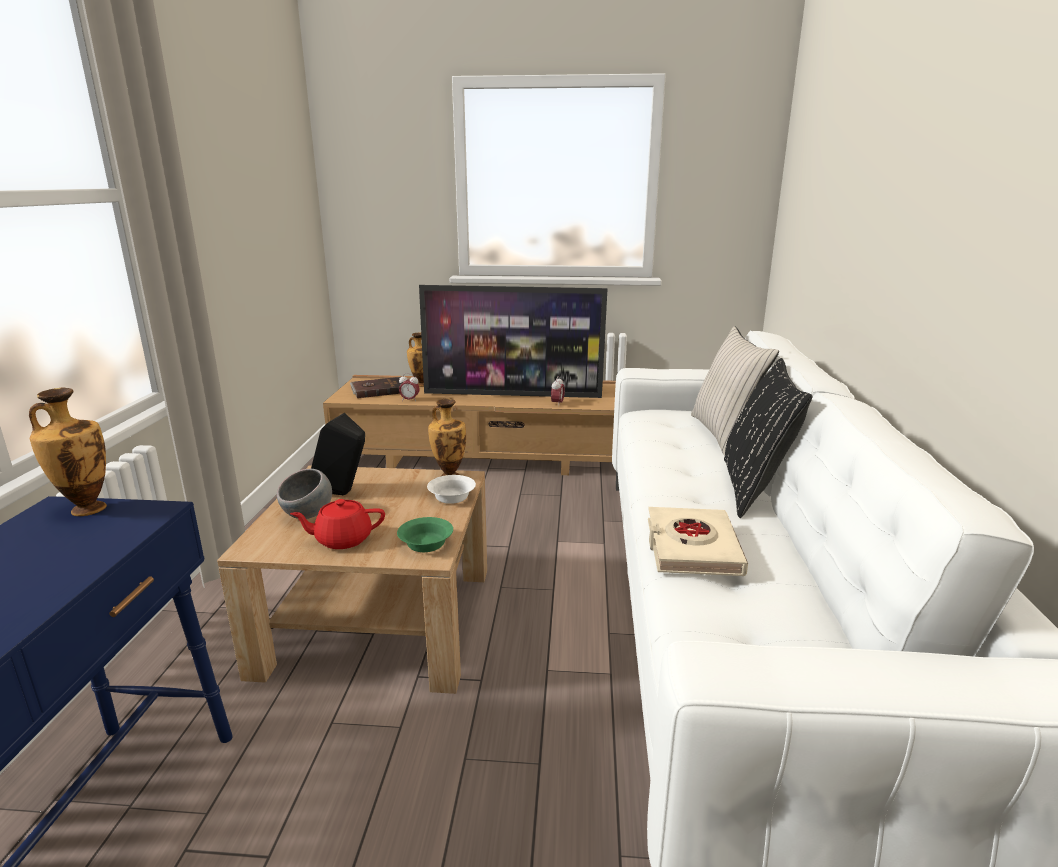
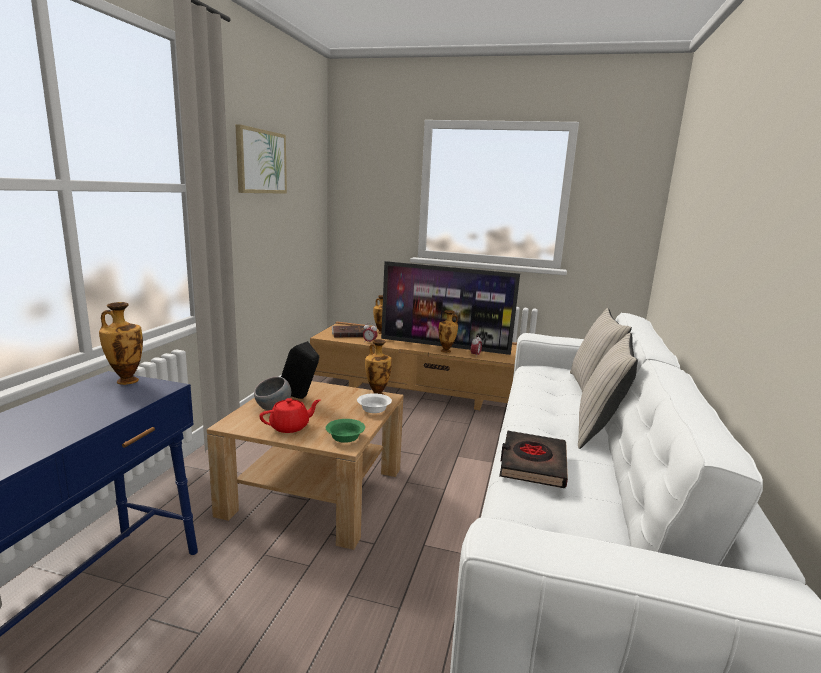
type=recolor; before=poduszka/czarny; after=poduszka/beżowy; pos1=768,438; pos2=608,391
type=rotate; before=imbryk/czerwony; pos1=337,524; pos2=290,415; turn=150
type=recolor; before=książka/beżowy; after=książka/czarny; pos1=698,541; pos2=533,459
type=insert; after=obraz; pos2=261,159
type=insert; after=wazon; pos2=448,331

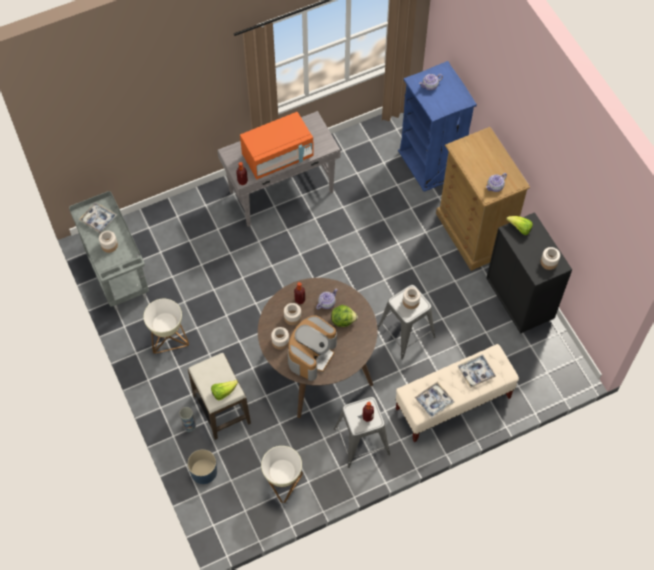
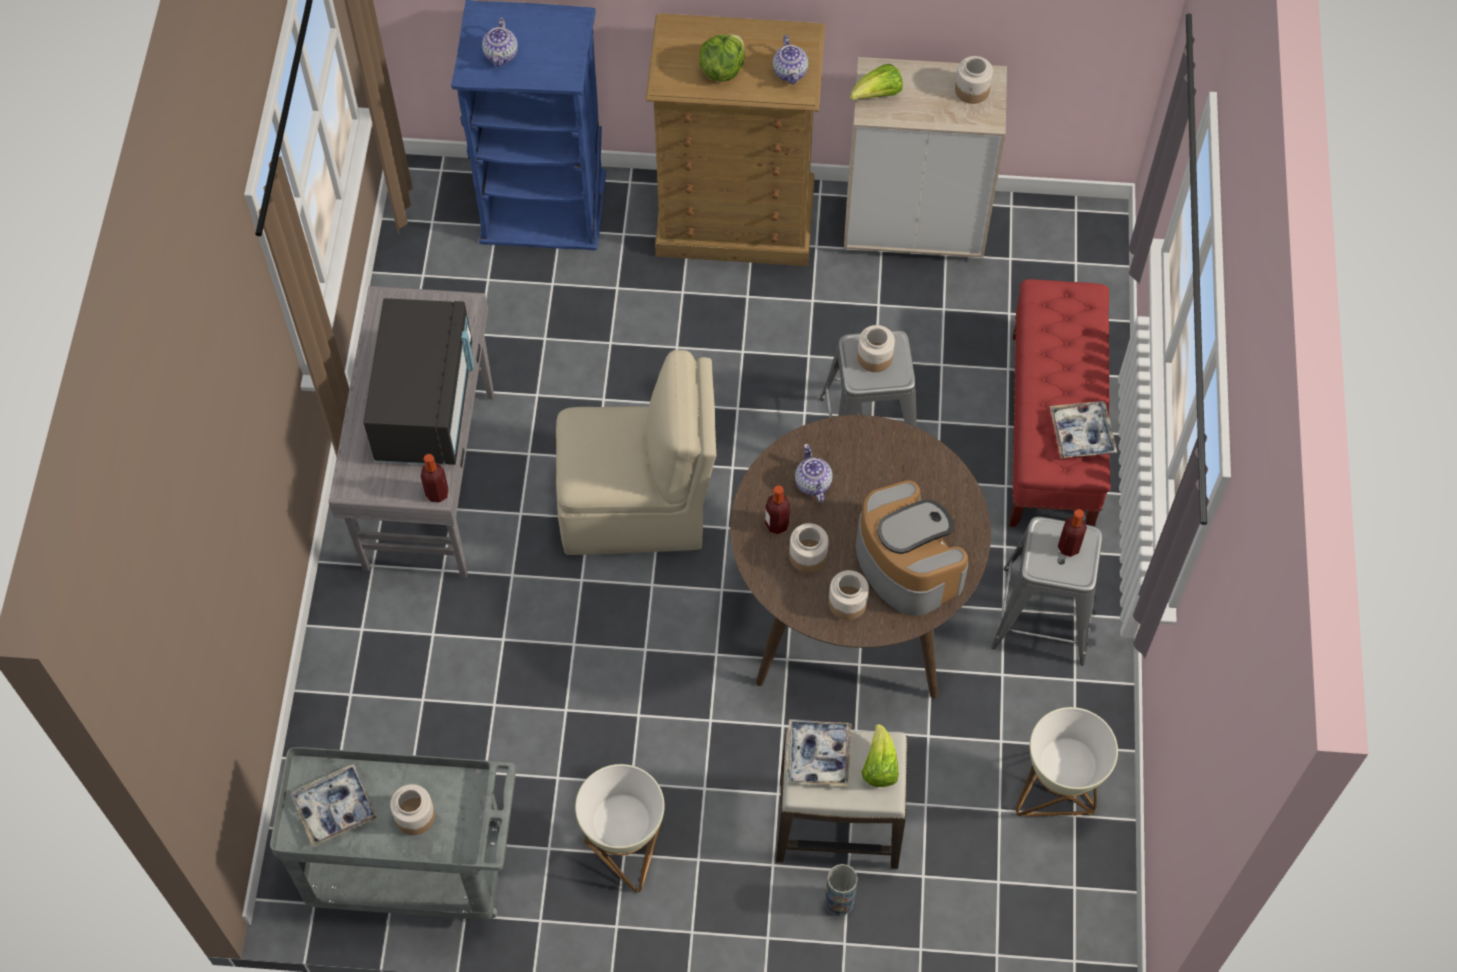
type=recolor; before=mikrofalówka/pomarańczowy; after=mikrofalówka/czarny; pos1=277,145; pos2=418,381
type=recolor; before=szafka/czarny; after=szafka/beżowy; pos1=529,273; pos2=925,157
type=move; before=sałata; pos1=344,316; pos2=722,58
type=recolor; before=ławka/beżowy; after=ławka/czerwony; pos1=457,393; pos2=1060,403
type=move; before=taca; pos1=477,371; pos2=818,752
type=delete; before=donica/niebieski; pos1=202,466
type=insert; after=krzesło/beżowy; pos2=636,452

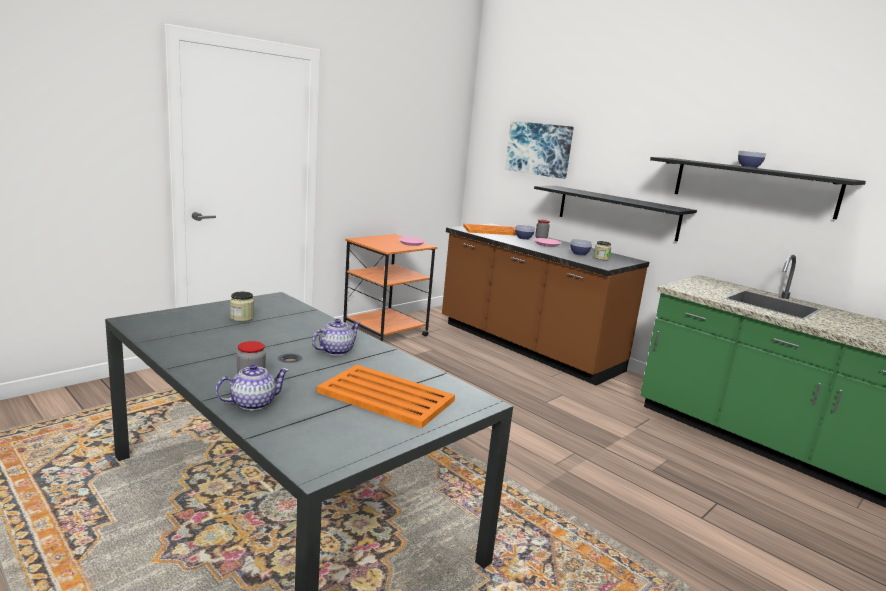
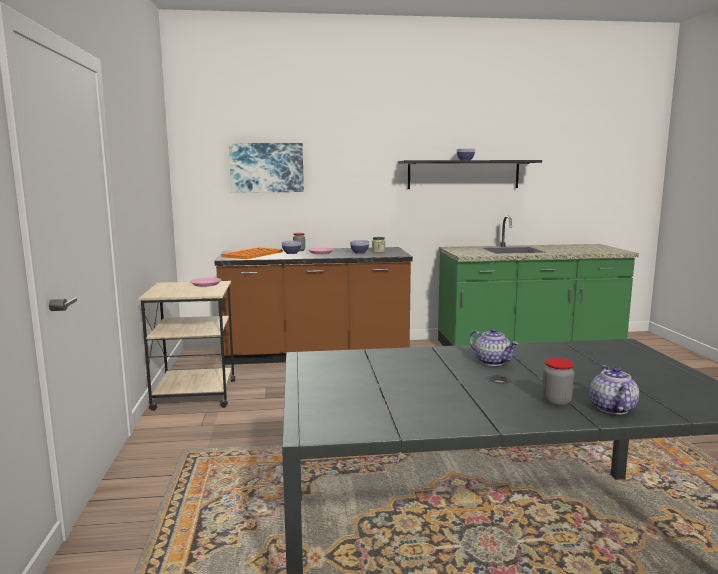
type=delete; before=półka/czarny; pos1=615,214
type=recolor; before=wózek/pomarańczowy; after=wózek/beżowy; pos1=390,287; pos2=186,346
type=delete; before=słoik; pos1=242,306
type=rotate; before=imbryk; pos1=336,337; pos2=494,347; turn=150
type=delete; before=taca/pomarańczowy; pos1=386,396

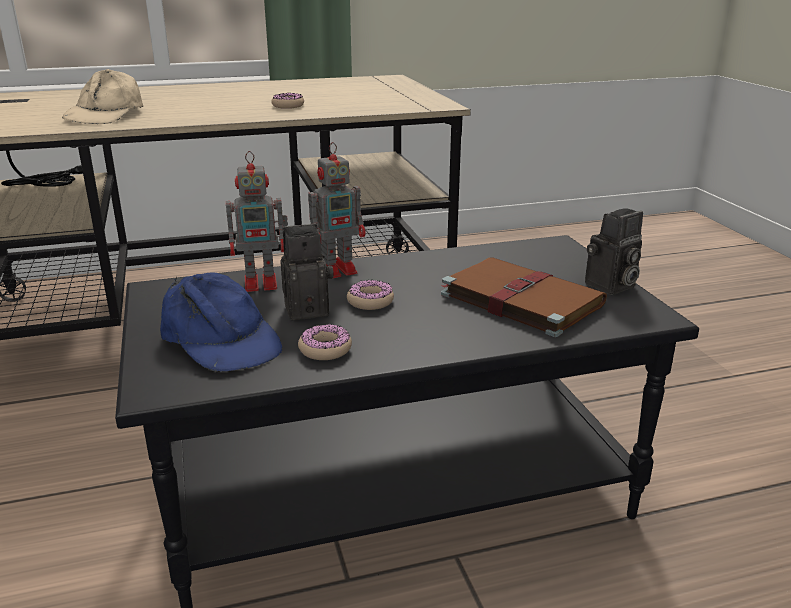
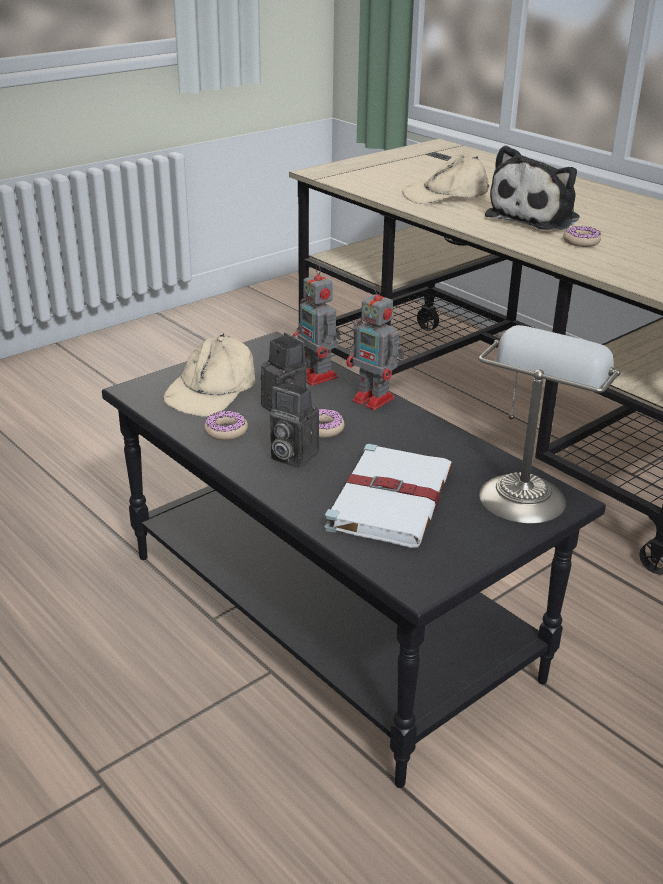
type=move; before=aparat fotograficzny; pos1=614,251; pos2=294,425
type=recolor; before=książka/brązowy; after=książka/biały; pos1=524,297; pos2=388,496
type=recolor; before=czapka z daszkiem/niebieski; after=czapka z daszkiem/beżowy; pos1=221,321; pos2=209,375
type=insert; after=pluszak; pos2=532,187
type=insert; after=lampa stołowa/biały; pos2=550,424

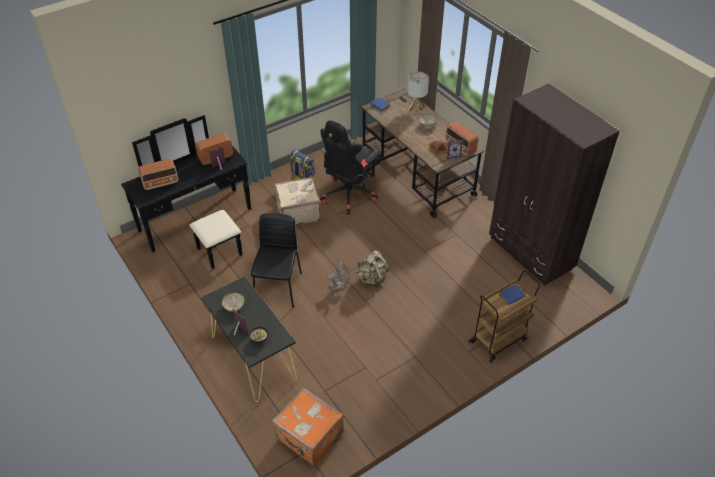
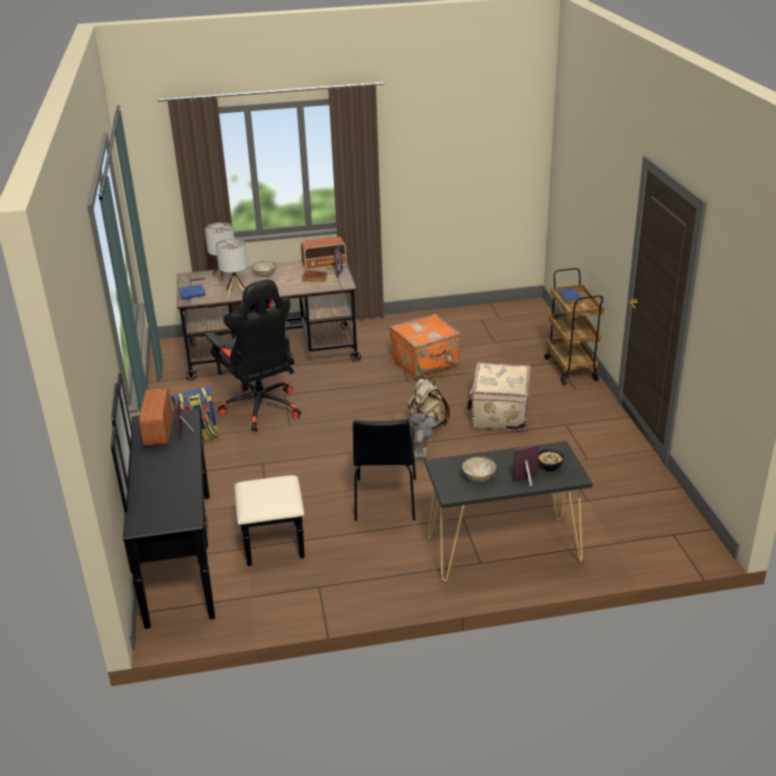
type=delete; before=szafa/brązowy; pos1=554,185
type=delete; before=radio; pos1=158,174
type=move; before=walizka/beżowy; pos1=297,201; pos2=499,396
type=rotate; before=krzesło/czarny; pos1=276,260; pos2=384,470; turn=-120
type=move; before=walizka/pomarańczowy; pos1=308,427; pos2=425,346
type=insert; after=lampa stołowa; pos2=232,267

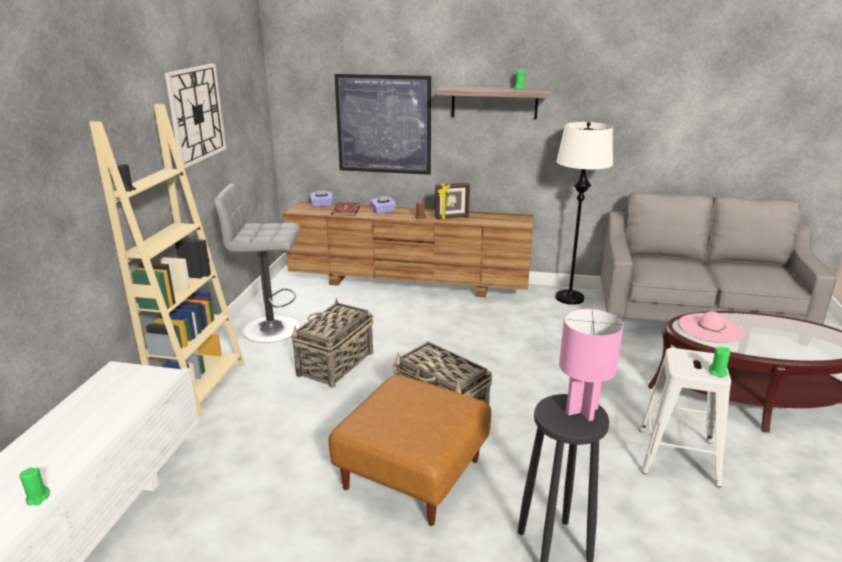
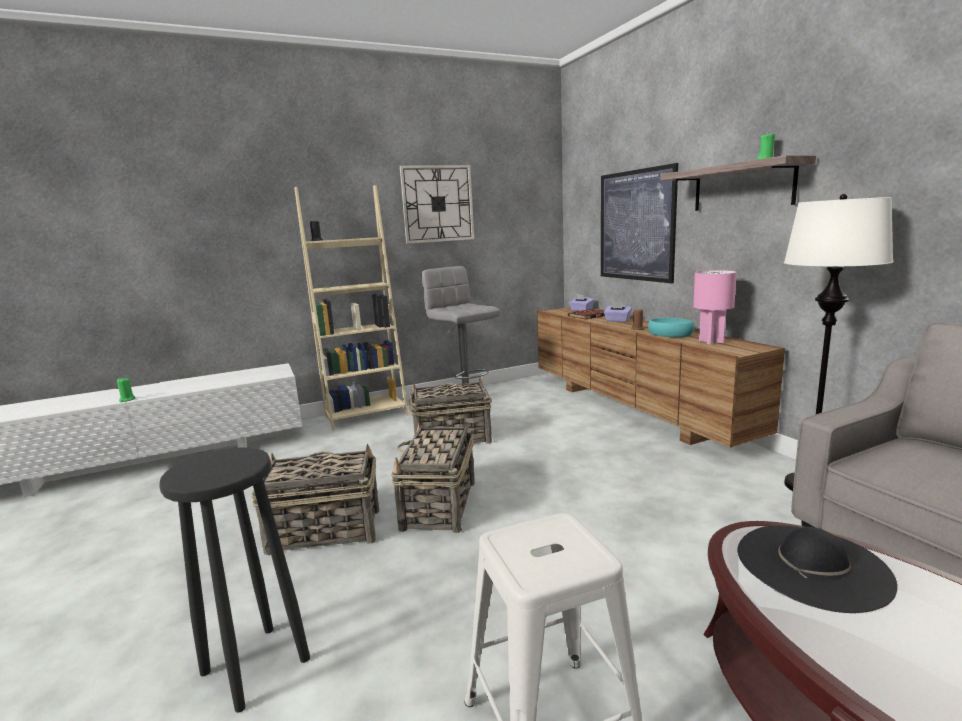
type=replace; before=ramka na zdjęcie; after=miska/turkusowy; pos1=452,200; pos2=671,327
type=move; before=lampa stołowa/różowy; pos1=591,365; pos2=715,307
type=recolor; before=kapelusz/różowy; after=kapelusz/czarny; pos1=711,326; pos2=817,569
type=delete; before=świeca/zielony; pos1=719,362
type=replace; before=pufa/brązowy; after=koszyk; pos1=409,450; pos2=315,500

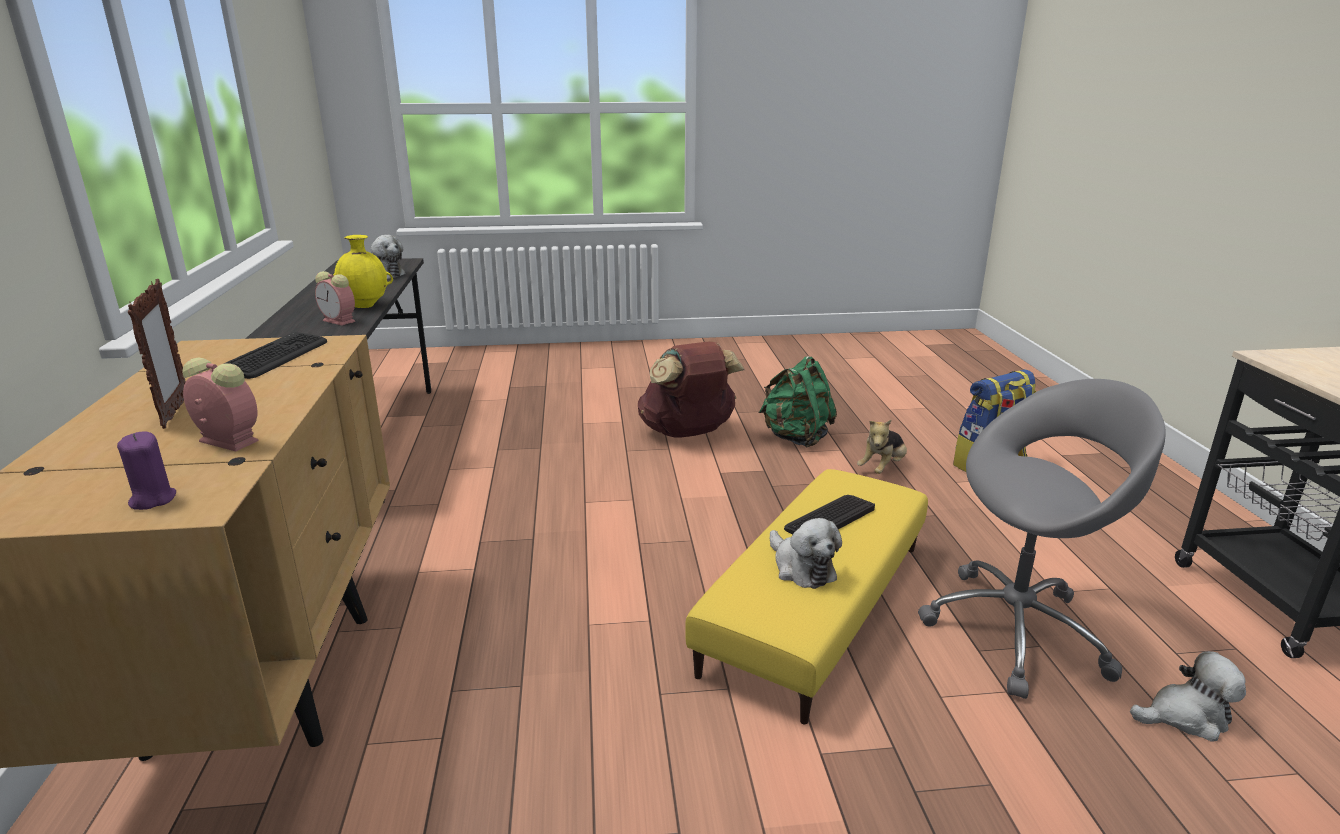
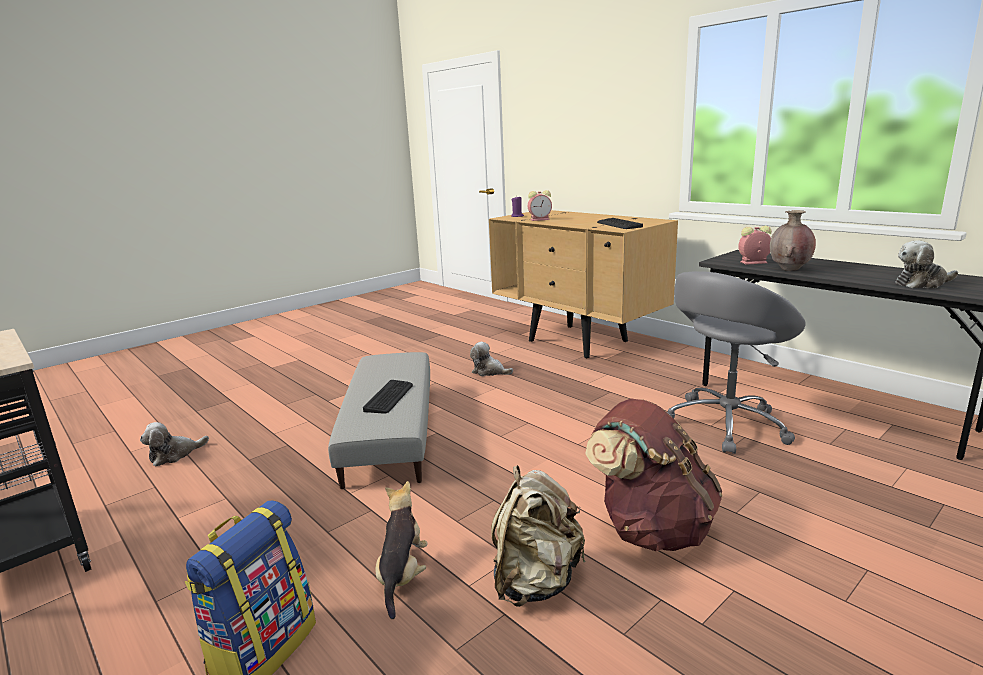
type=recolor; before=wazon/żółty; after=wazon/brązowy; pos1=363,271; pos2=793,240
type=delete; before=ramka na zdjęcie; pos1=157,354
type=recolor; before=plecak/zielony; after=plecak/beżowy; pos1=798,402; pos2=538,536
type=move; before=krzesło biurowe/szary; pos1=1042,539; pos2=736,362
type=recolor; before=pufa/żółty; after=pufa/szary; pos1=806,596; pos2=379,420
type=move; before=pluszak; pos1=806,553; pos2=491,359

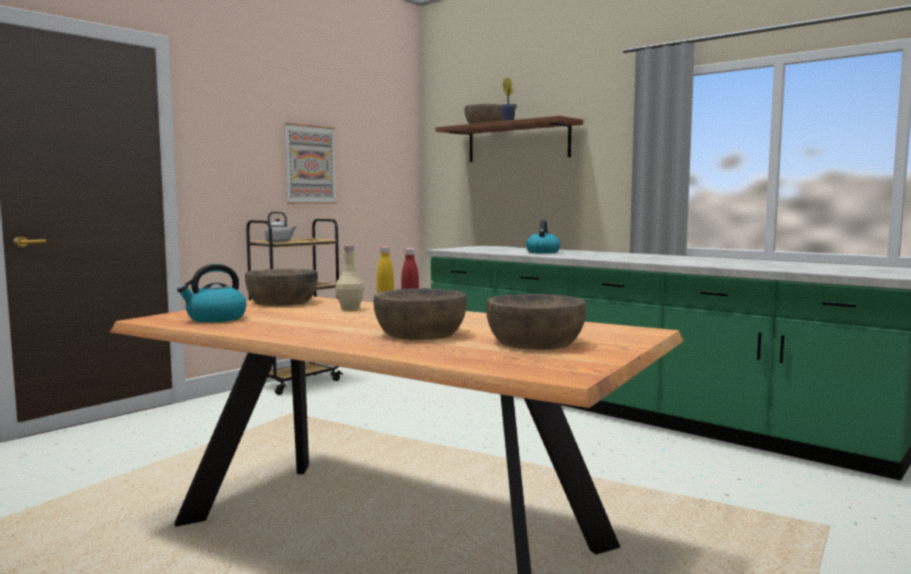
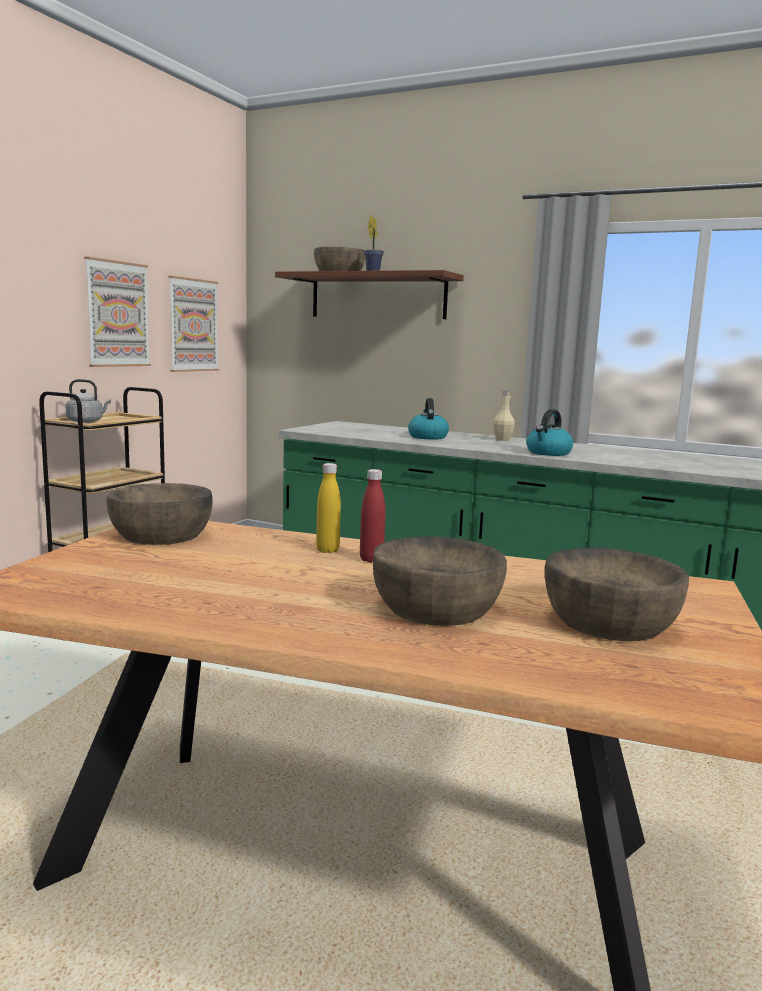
type=move; before=butelka/beżowy; pos1=350,278; pos2=504,416
type=move; before=czajnik; pos1=211,293; pos2=549,432
type=insert; after=obraz; pos2=193,324

